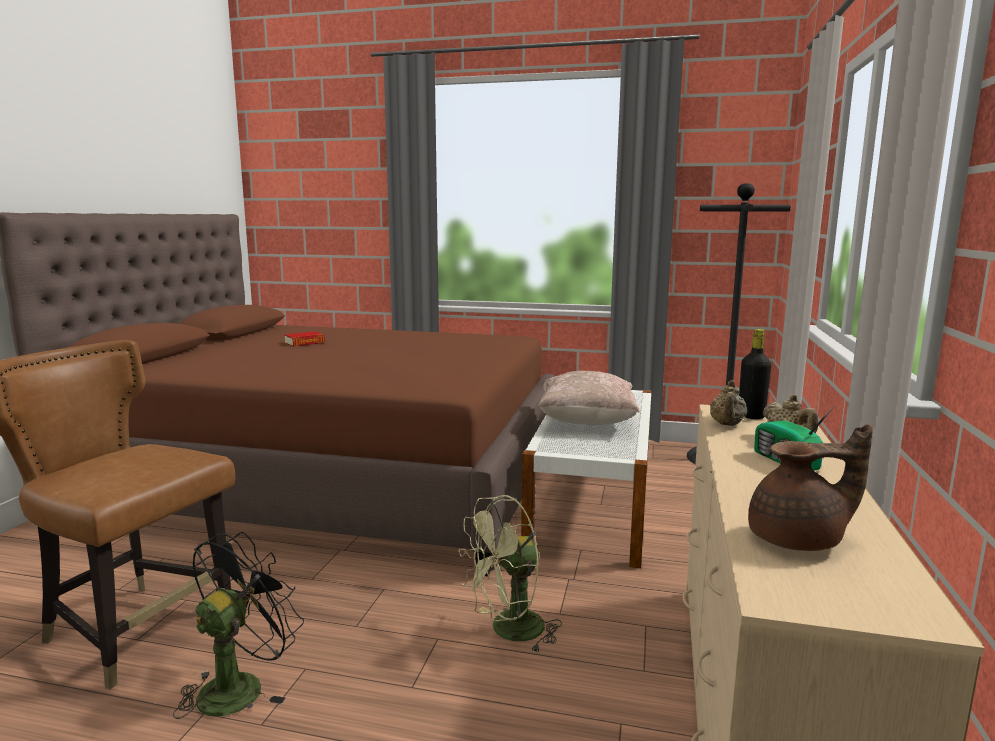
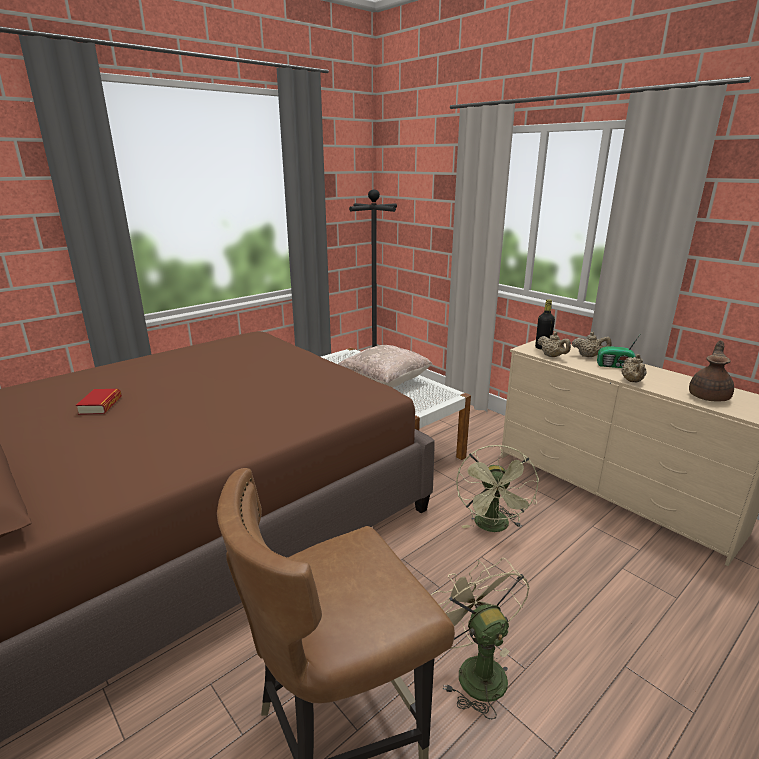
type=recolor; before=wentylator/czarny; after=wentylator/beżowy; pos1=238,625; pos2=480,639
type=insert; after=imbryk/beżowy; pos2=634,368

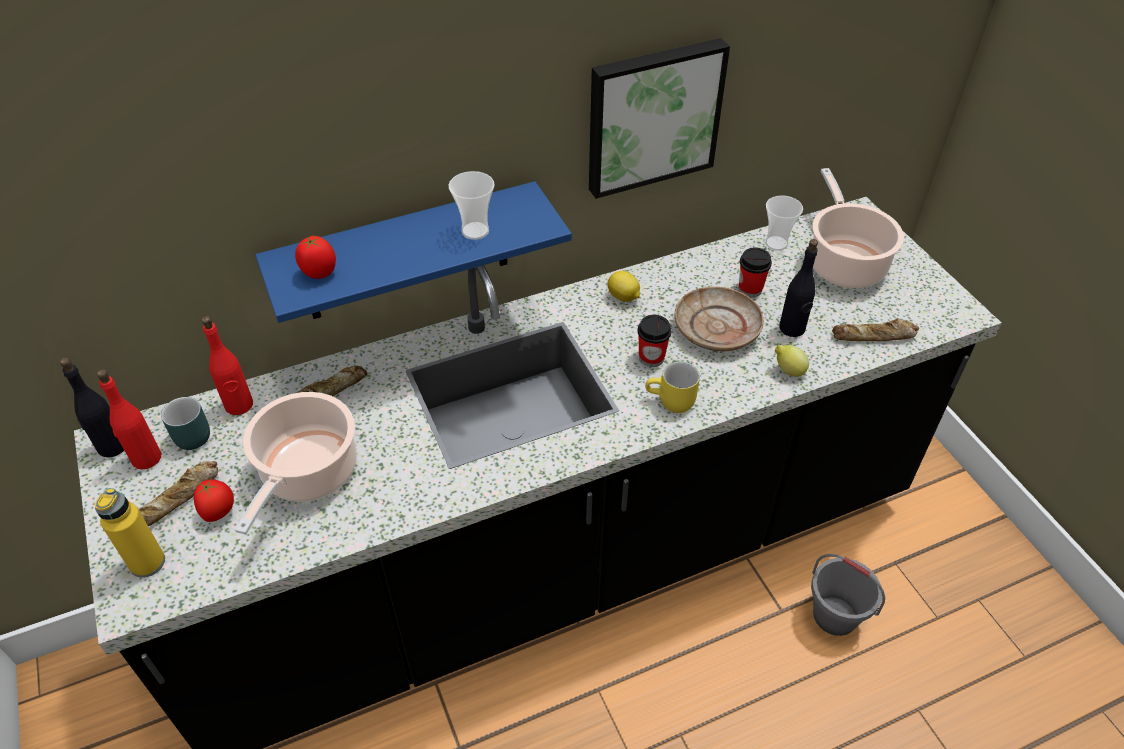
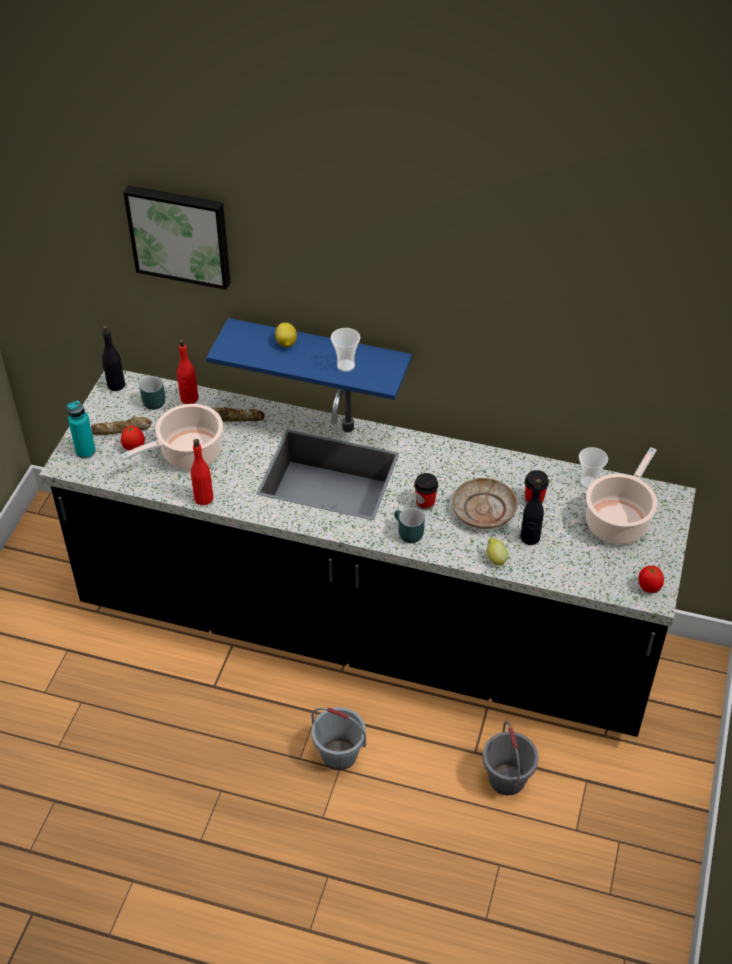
type=move; before=obraz; pos1=659,118; pos2=177,237
type=move; before=pomidor; pos1=315,257; pos2=651,579
type=move; before=cytryna; pos1=624,286; pos2=286,335
type=delete; before=chleb; pos1=875,330
type=recolor; before=kubek/żółty; after=kubek/turkusowy; pos1=672,387; pos2=409,525
type=move; before=butelka/czerwony; pos1=129,420; pos2=202,472
type=recolor; before=butelka/żółty; after=butelka/turkusowy; pos1=130,533; pos2=81,429
type=insert; after=wiadro/szary; pos2=338,738

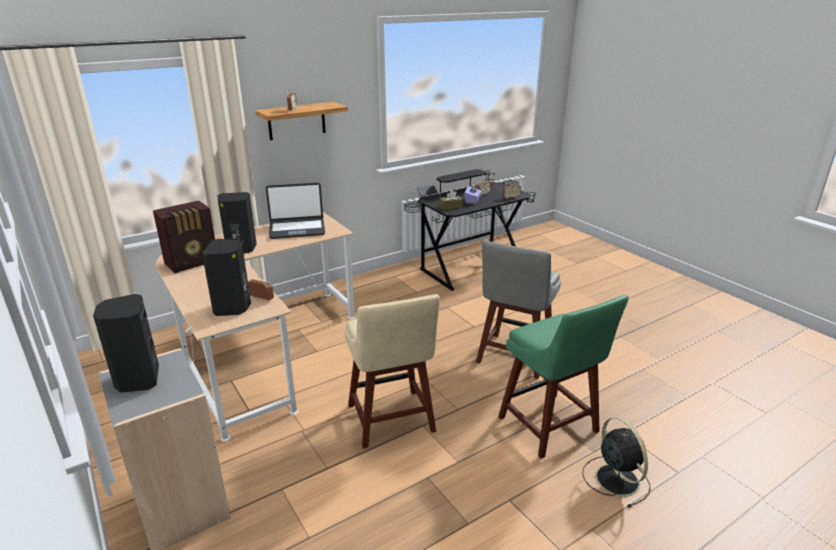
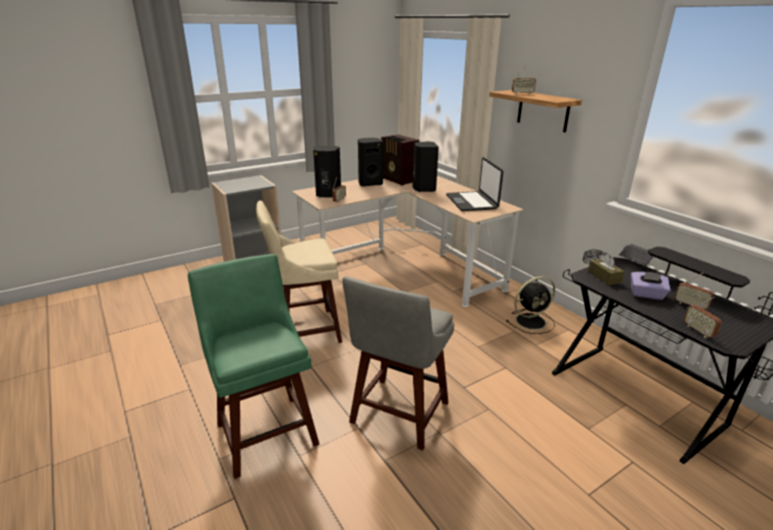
type=rotate; before=krzesło/szary; pos1=518,309; pos2=398,363; turn=-90
type=move; before=głośnik/czarny; pos1=126,343; pos2=370,162
type=rotate; before=krzesło/zielony; pos1=563,377; pos2=254,366; turn=90
type=move; before=wentylator/czarny; pos1=616,462; pos2=530,305

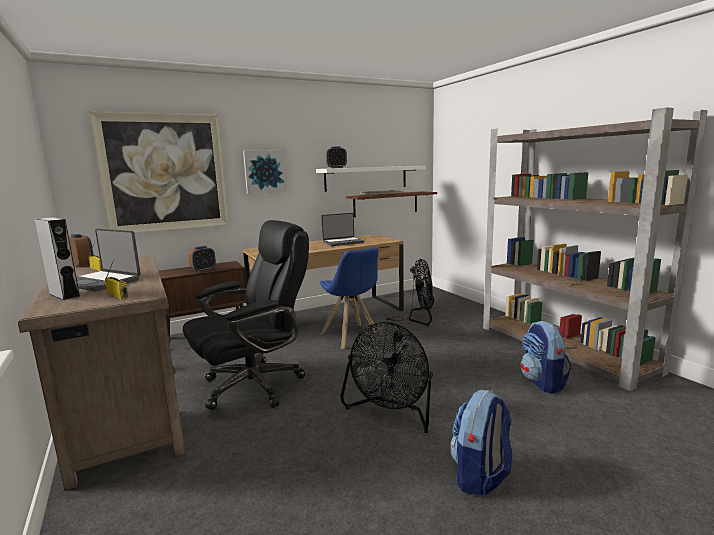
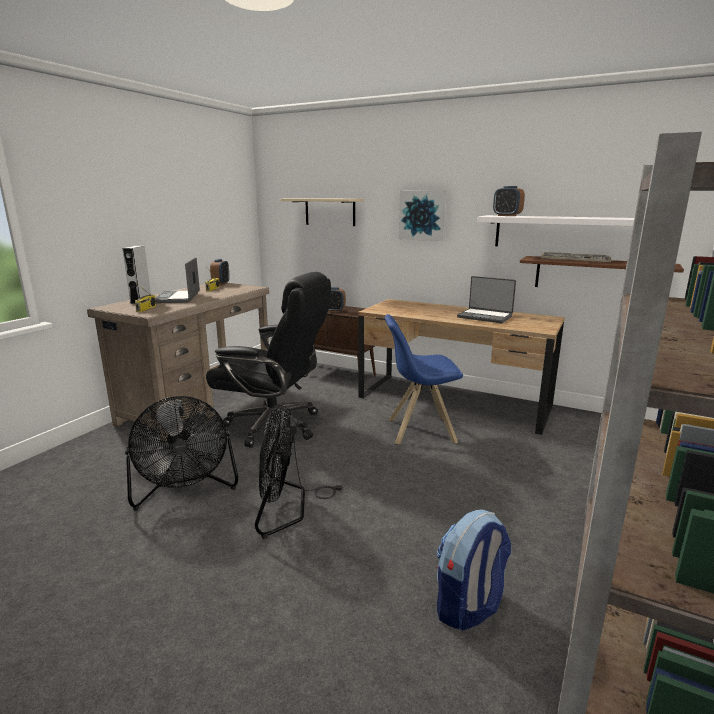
type=replace; before=obraz; after=półka/beżowy; pos1=159,172; pos2=322,212
type=rotate; before=krzesło/niebieski; pos1=349,298; pos2=424,379; turn=60
type=move; before=wentylator/czarny; pos1=410,292; pos2=181,453
type=delete; before=plecak; pos1=481,442

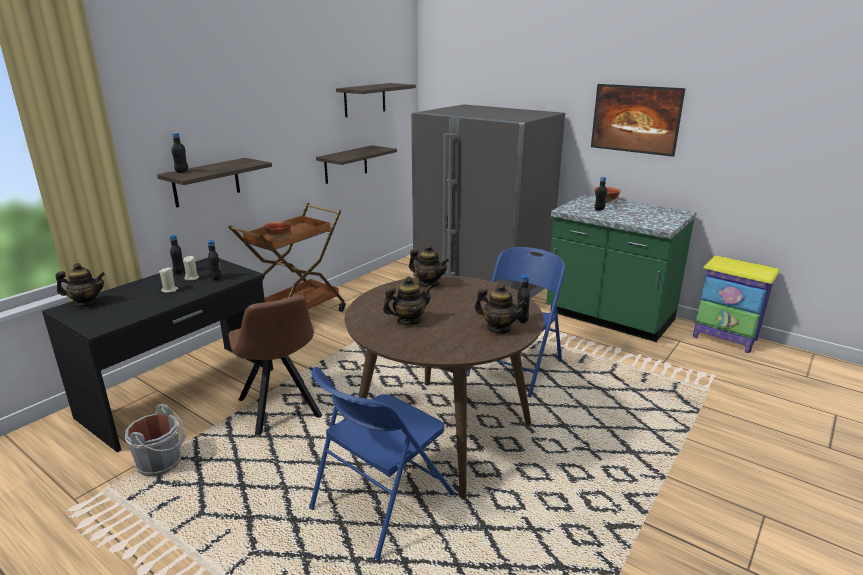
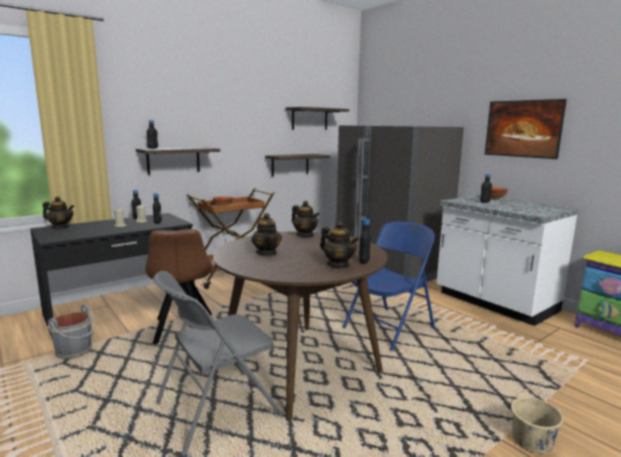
type=recolor; before=zabudowa kuchenna/zielony; after=zabudowa kuchenna/biały; pos1=621,268; pos2=508,260
type=rotate; before=imbryk; pos1=408,300; pos2=266,234; turn=75
type=recolor; before=krzesło/niebieski; after=krzesło/szary; pos1=382,464; pos2=218,363
type=insert; after=wiadro/beżowy; pos2=537,421

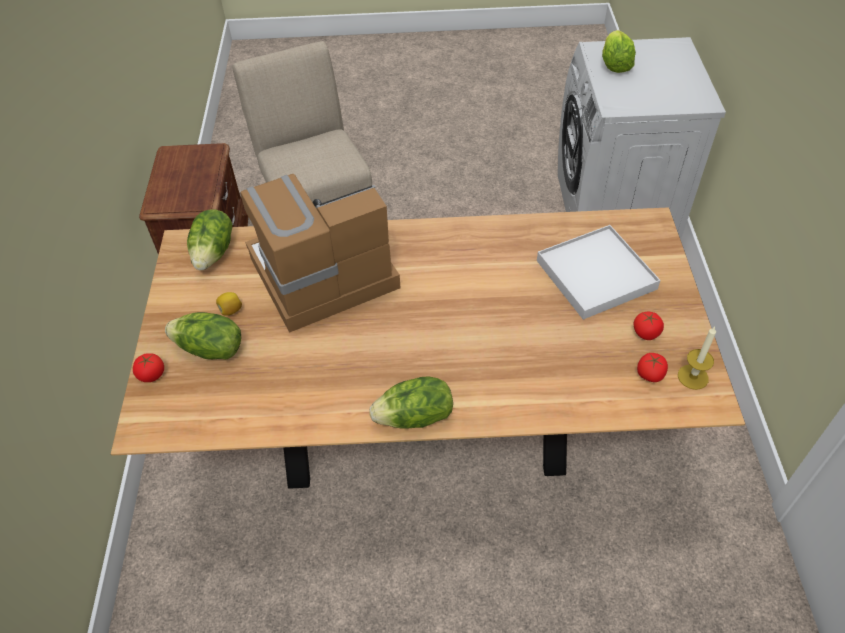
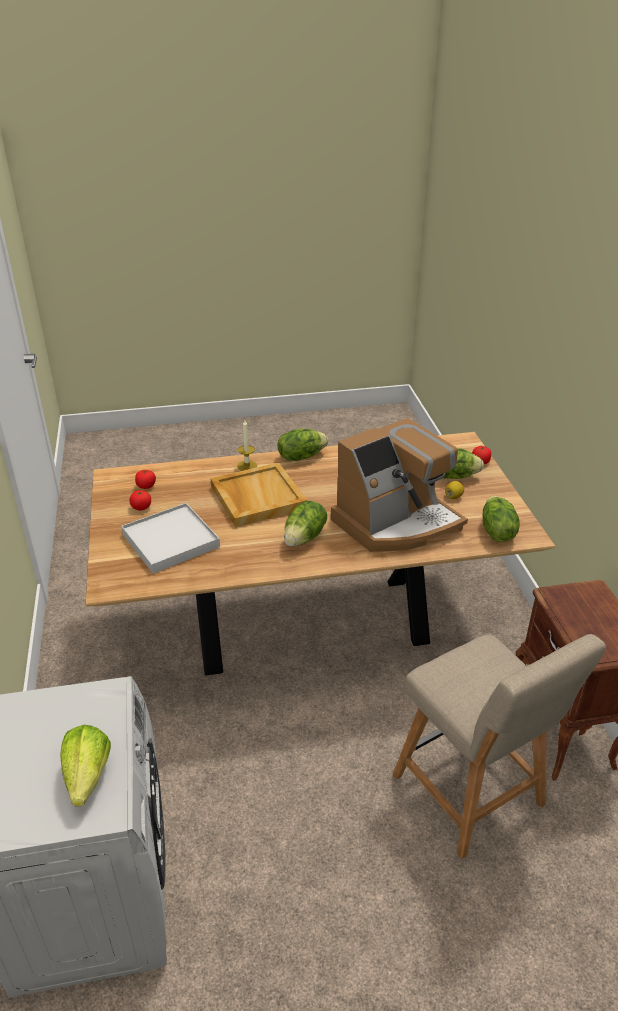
type=move; before=świeca; pos1=697,358; pos2=247,445
type=insert; after=taca/beżowy; pos2=258,494
type=insert; after=sałata; pos2=305,524

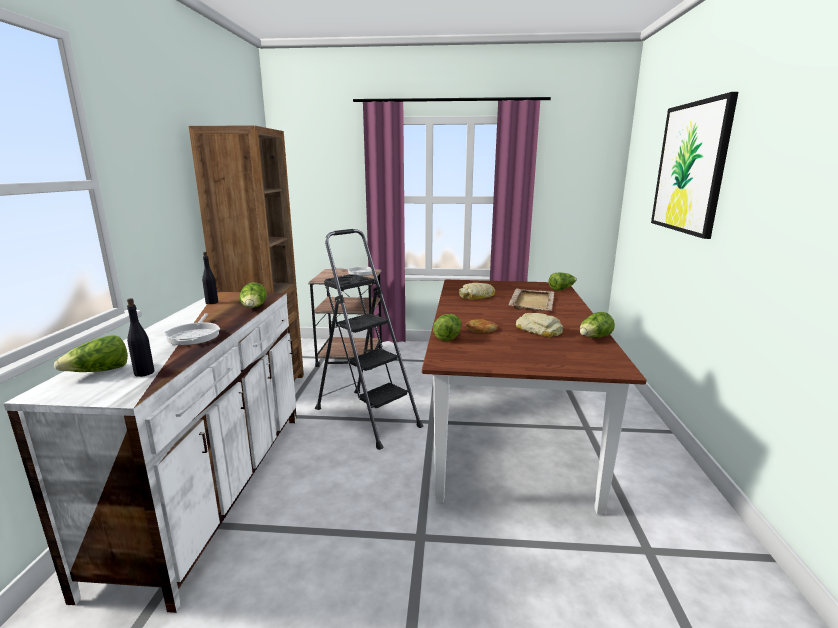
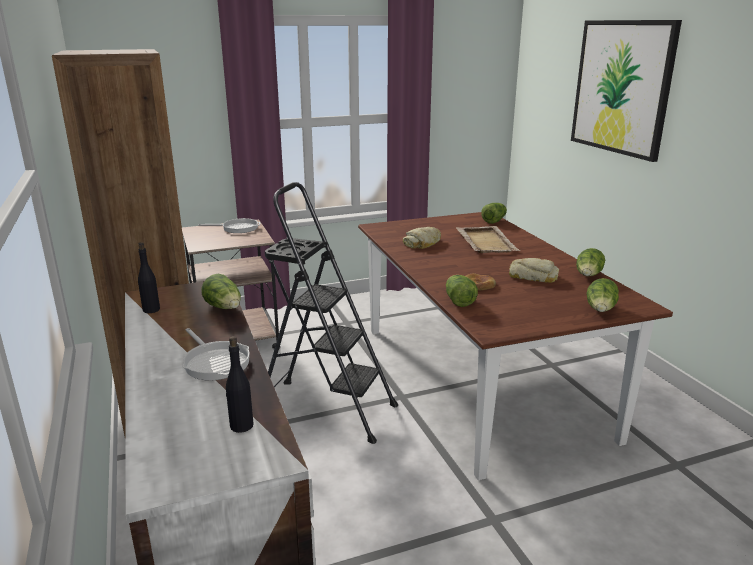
type=move; before=sałata; pos1=91,353; pos2=603,295

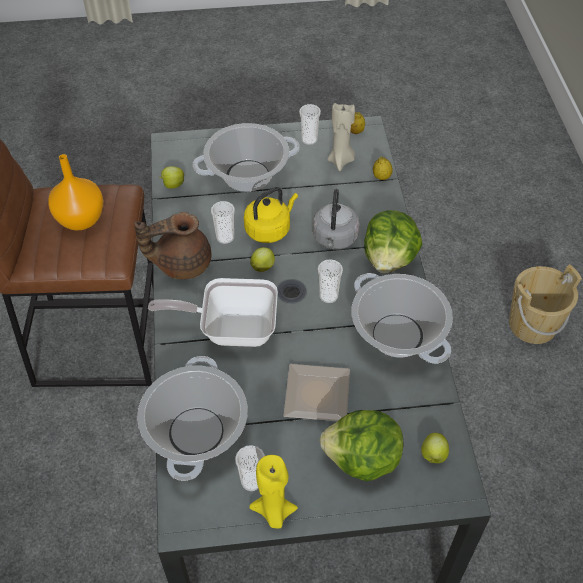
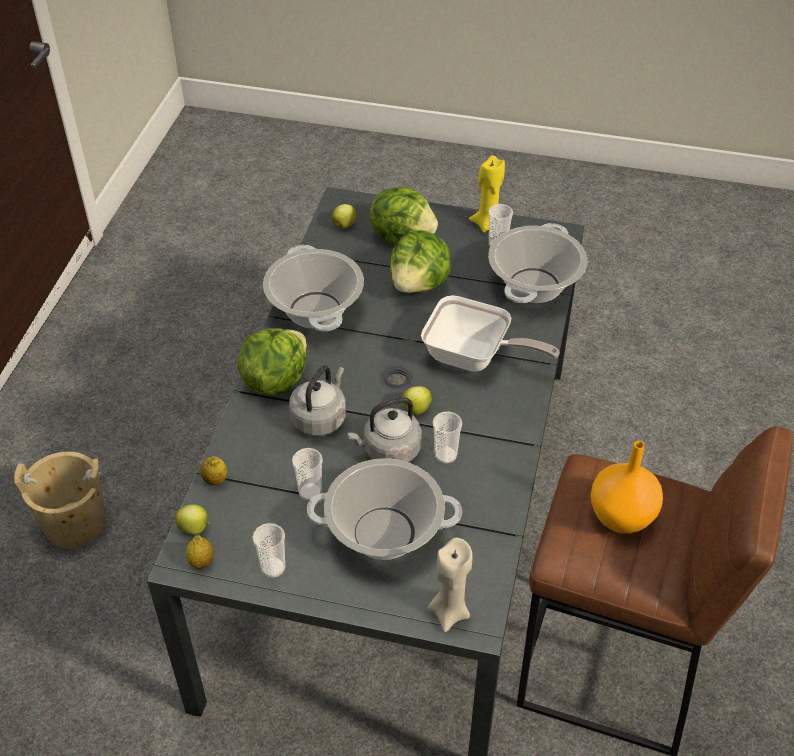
type=move; before=świeca/beżowy; pos1=341,137; pos2=450,585
type=move; before=jabłko; pos1=171,177; pos2=192,519
type=recolor; before=czajnik/żółty; after=czajnik/szary; pos1=271,215; pos2=384,429
type=delete; before=imbryk/brązowy; pos1=172,245
type=move; before=filiżanka; pos1=330,281; pos2=307,474
type=replace; before=talerz; after=sałata; pos1=317,392; pos2=420,261

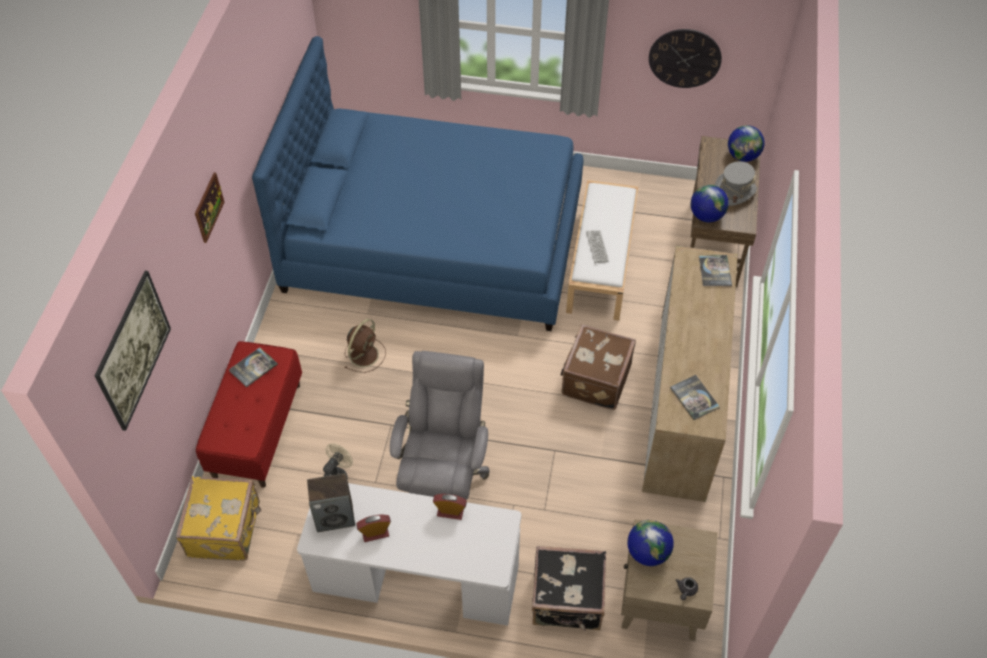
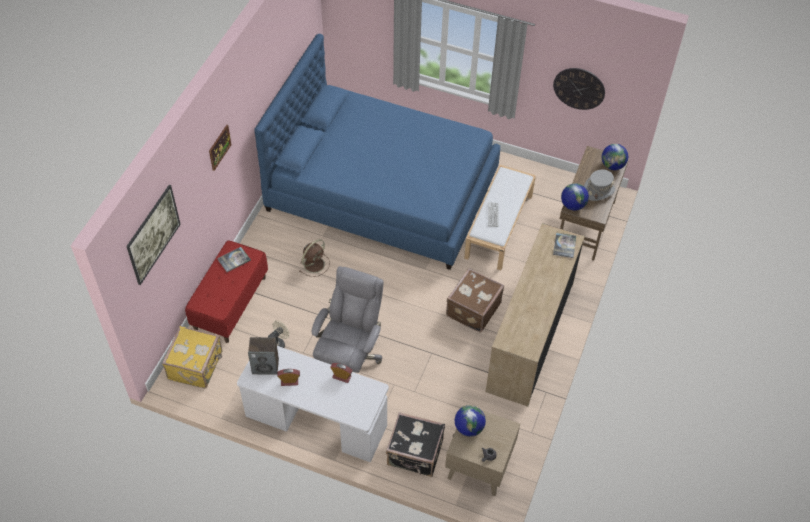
type=delete; before=książka; pos1=695,397

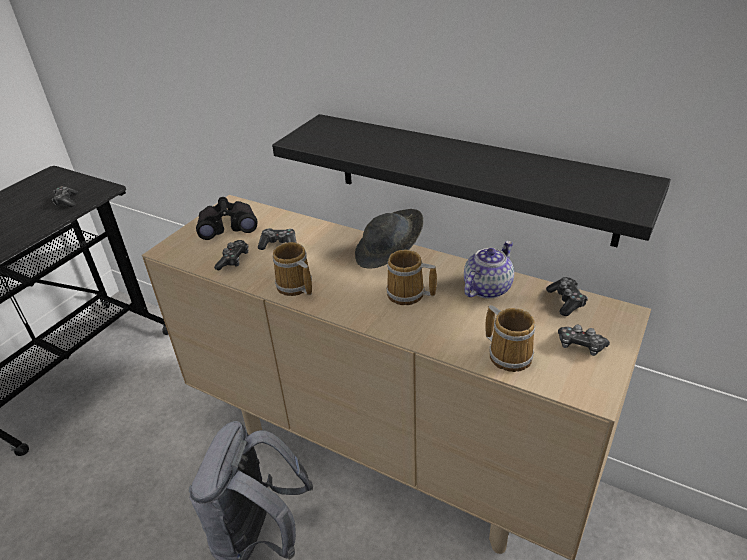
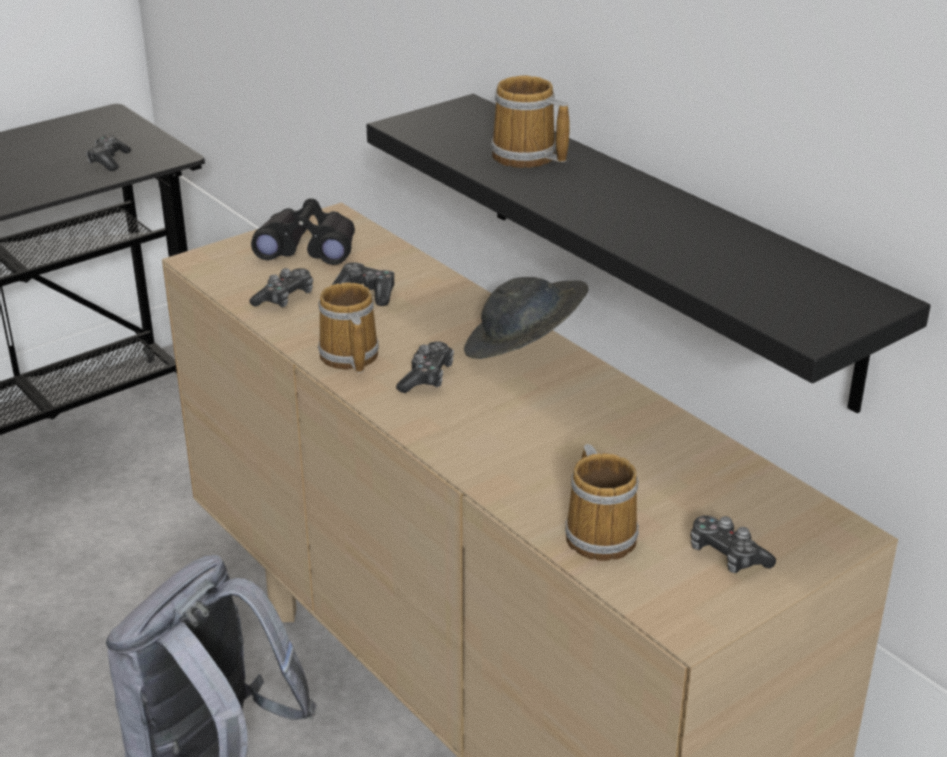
type=delete; before=imbryk; pos1=489,270
type=move; before=kubek; pos1=411,277; pos2=530,121
type=move; before=pad do gier; pos1=567,296; pos2=425,367

